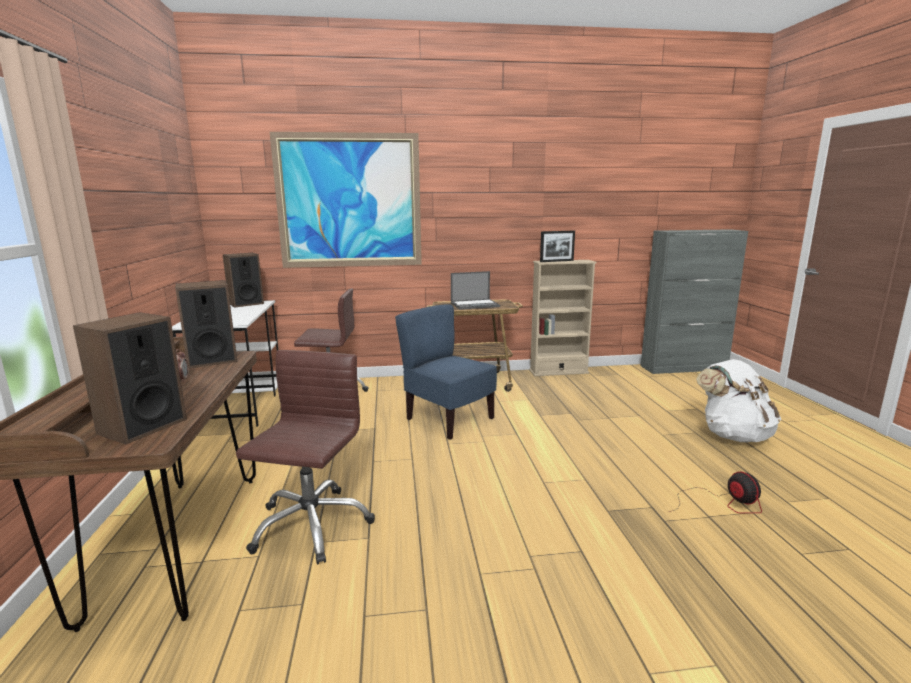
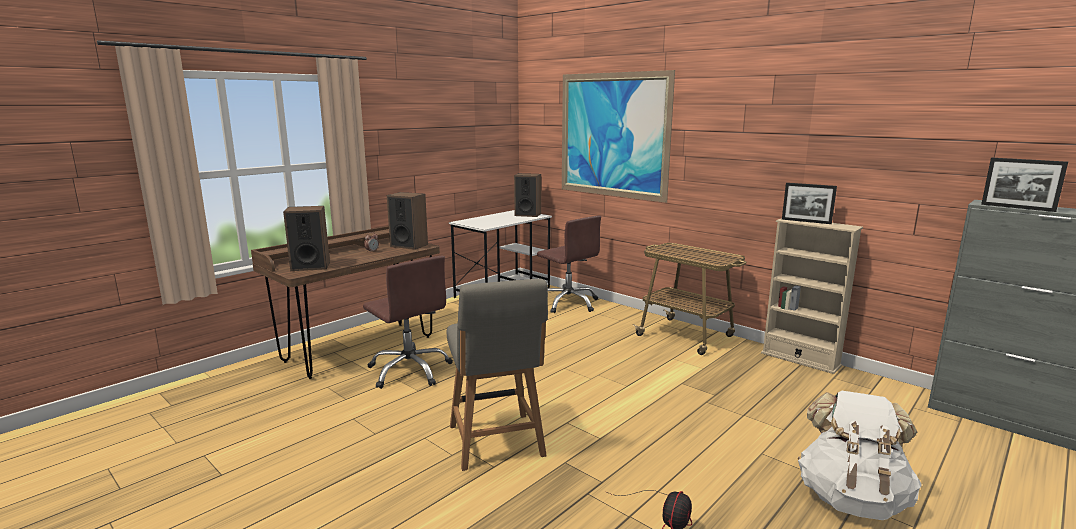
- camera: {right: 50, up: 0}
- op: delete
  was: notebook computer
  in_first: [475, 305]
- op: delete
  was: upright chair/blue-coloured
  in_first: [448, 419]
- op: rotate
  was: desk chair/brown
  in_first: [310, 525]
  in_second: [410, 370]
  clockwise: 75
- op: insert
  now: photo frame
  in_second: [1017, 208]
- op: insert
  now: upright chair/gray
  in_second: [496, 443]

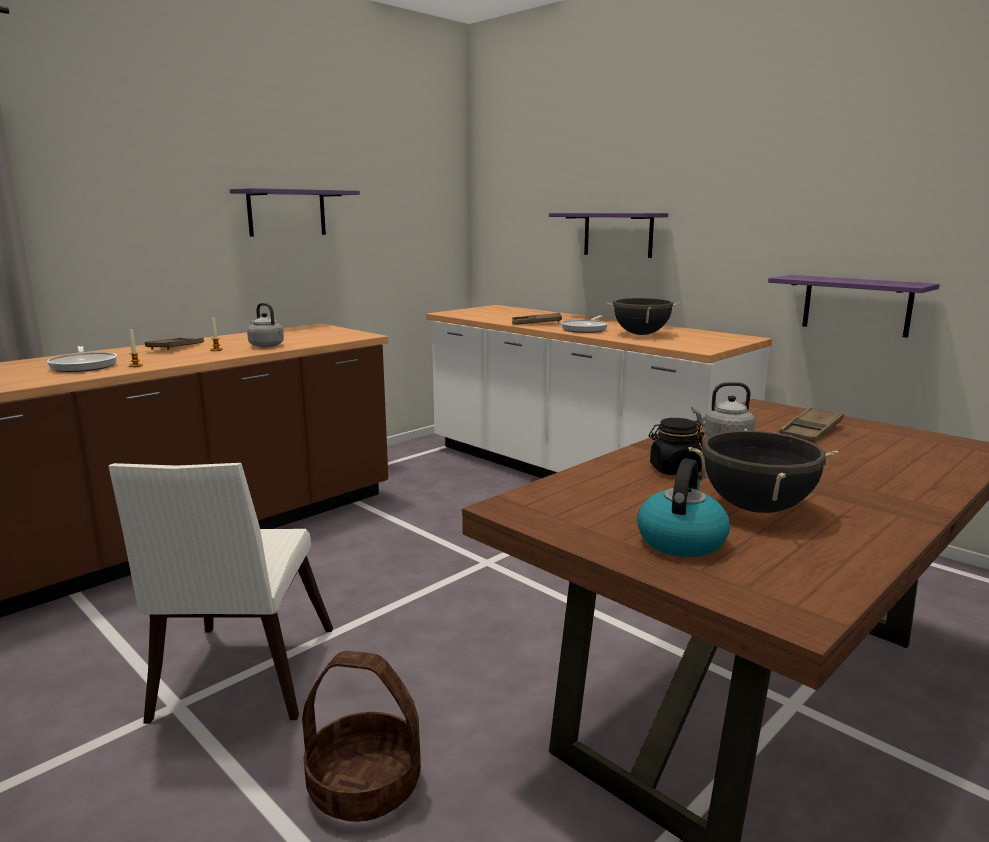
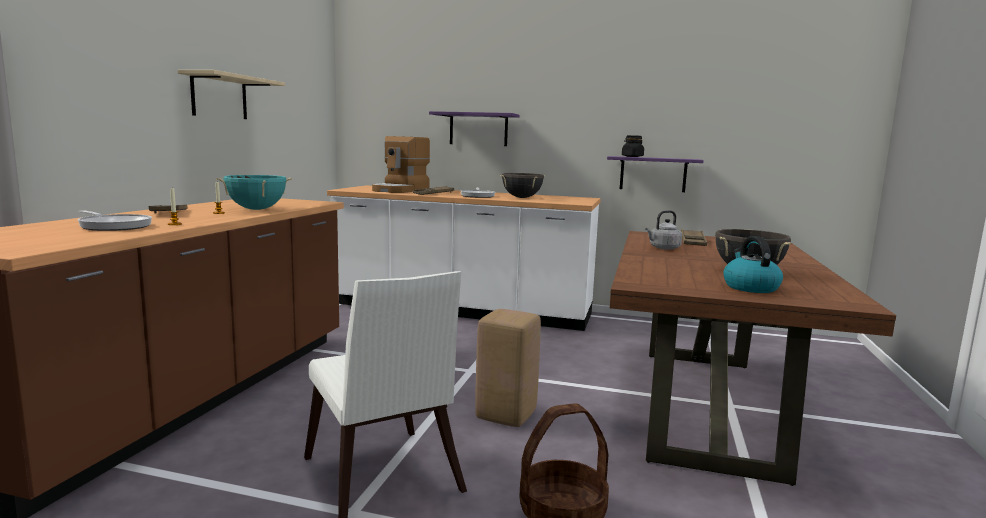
- camera: {right: -30, up: -5}
- op: recolor
  was: wall shelf/purple
  now: wall shelf/sand-coloured
  in_first: [287, 213]
  in_second: [219, 97]
- op: replace
  was: tea kettle/gray
  now: saucepot/blue-green
  in_first: [265, 345]
  in_second: [256, 209]
- op: move
  was: preserve jar/black-coloured
  in_first: [674, 470]
  in_second: [632, 156]
- op: insert
  now: coffee brewer
  in_second: [401, 190]
- op: insert
  now: stool/sand-coloured
  in_second: [505, 415]

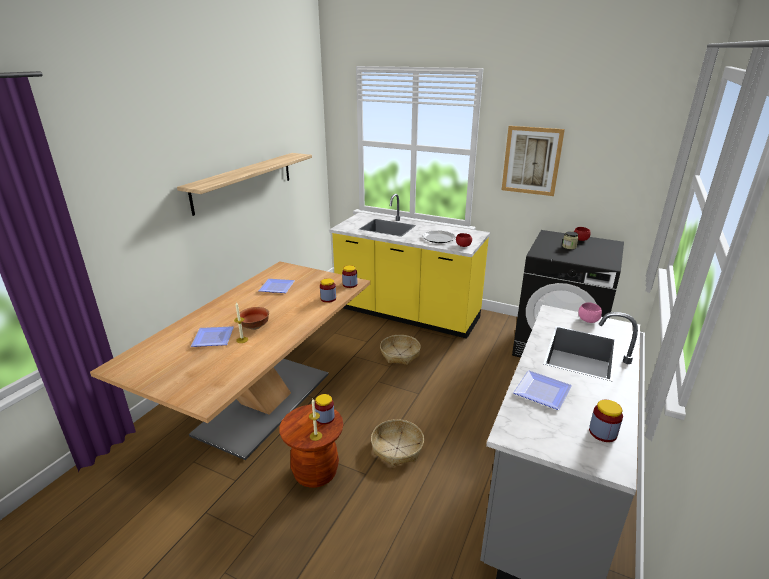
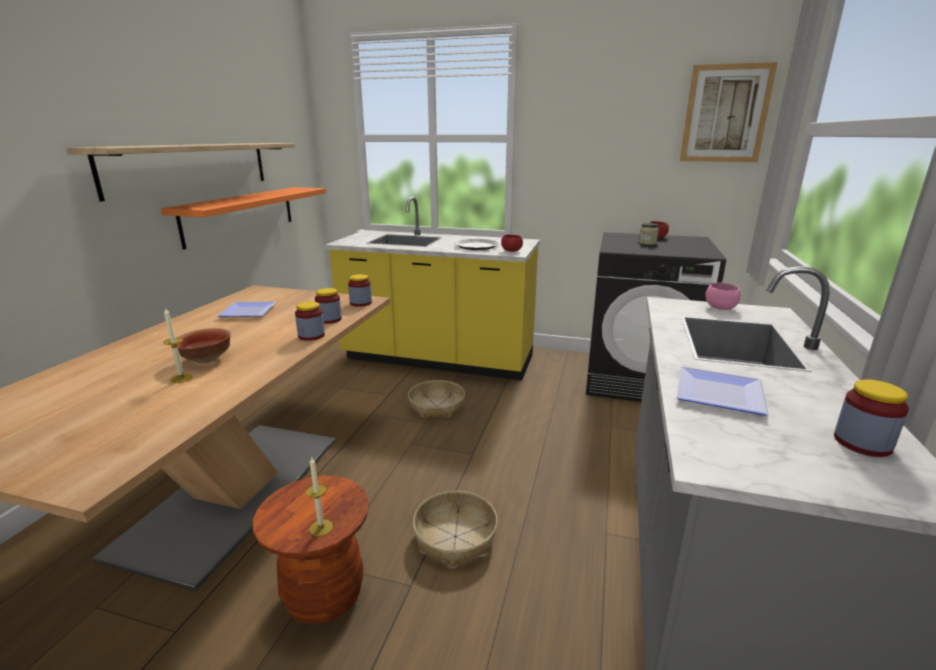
- camera: {right: -10, up: -5}
- op: move
  was: wall picture
  in_first: [531, 160]
  in_second: [725, 114]
- op: delete
  was: flat dish
  in_first: [215, 337]
- op: move
  was: preserve jar
  in_first: [325, 418]
  in_second: [311, 336]
- op: insert
  now: wall shelf/orange
  in_second: [241, 215]

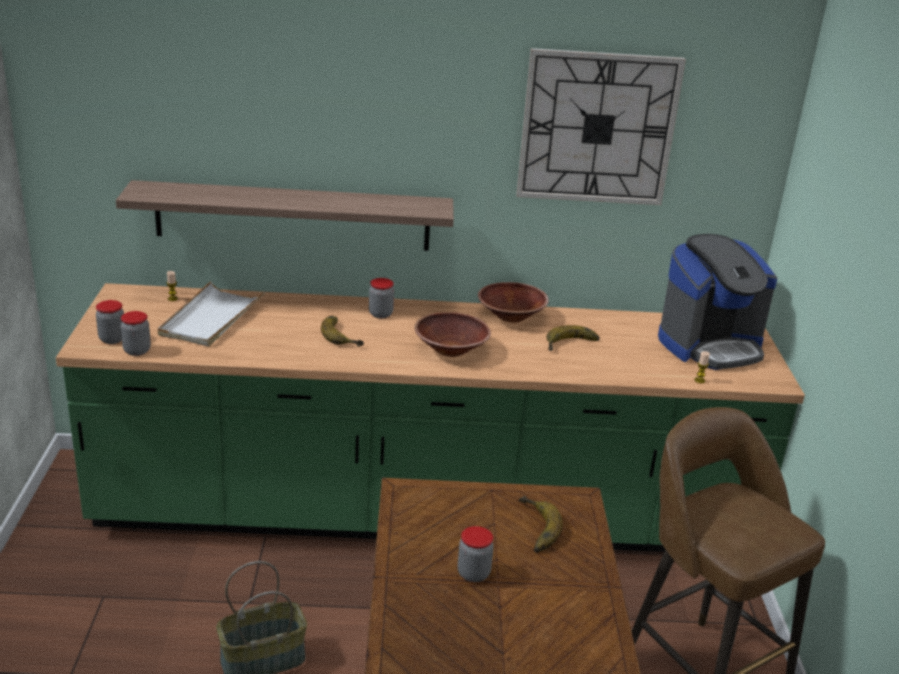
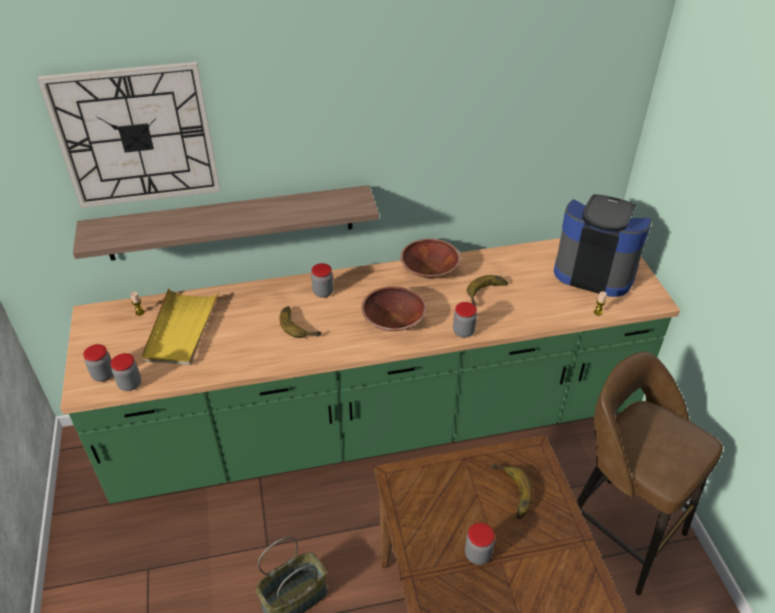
- camera: {right: -10, up: 15}
- op: move
  was: wall clock
  in_first: [597, 128]
  in_second: [136, 136]
- op: rotate
  was: coffee brewer
  in_first: [710, 345]
  in_second: [594, 270]
  clockwise: -120
- op: recolor
  was: serving tray/whitish
  now: serving tray/yellowish
  in_first: [211, 318]
  in_second: [181, 329]
- op: insert
  now: preserve jar
  in_second: [463, 331]

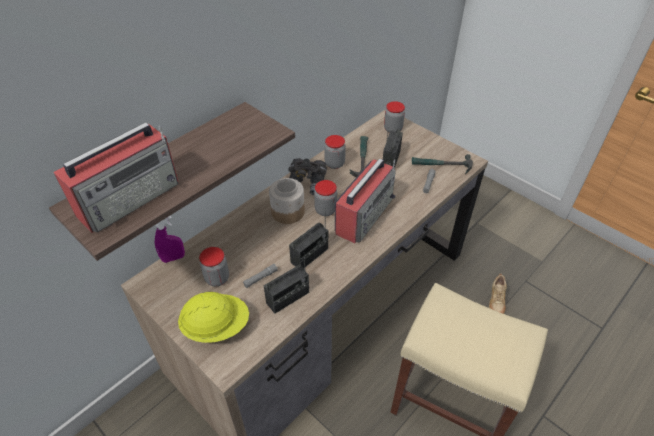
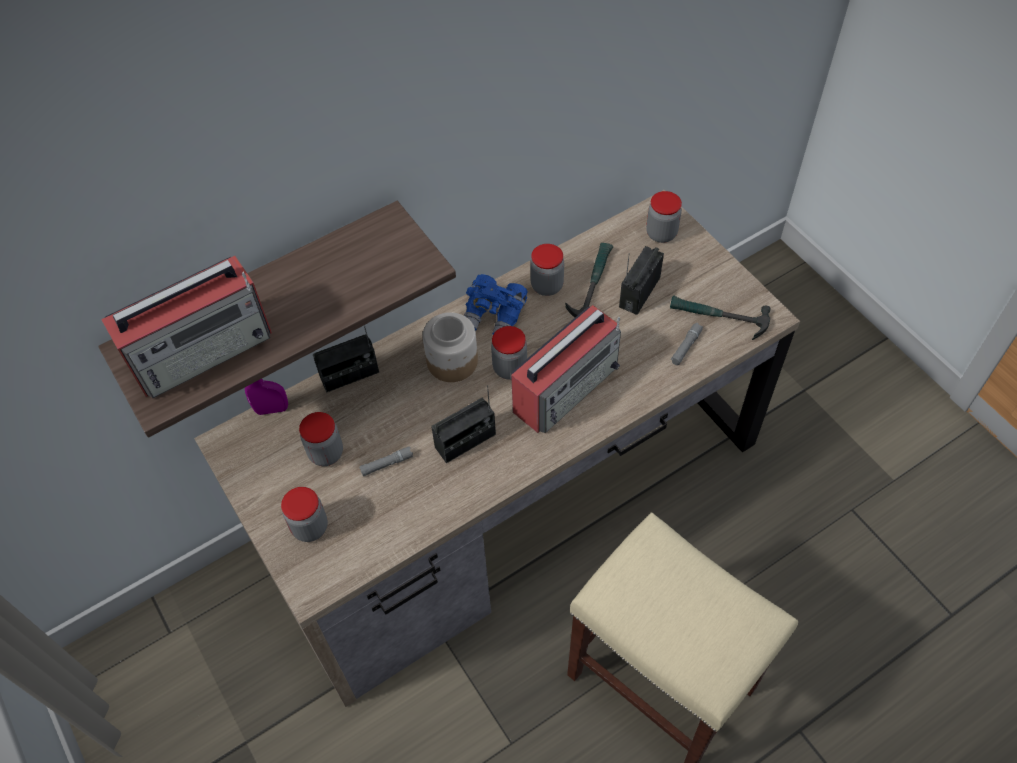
- camera: {right: 15, up: 10}
- op: recolor
  was: pair of binoculars/gray
  now: pair of binoculars/blue-coloured
  in_first: [307, 183]
  in_second: [495, 316]
- op: move
  was: radio set
  in_first: [288, 298]
  in_second: [349, 375]
- op: delete
  was: item of footwear/sand-coloured
  in_first: [495, 303]
- op: replace
  was: safety helmet/yellowish
  now: preserve jar
  in_first: [216, 327]
  in_second: [310, 527]

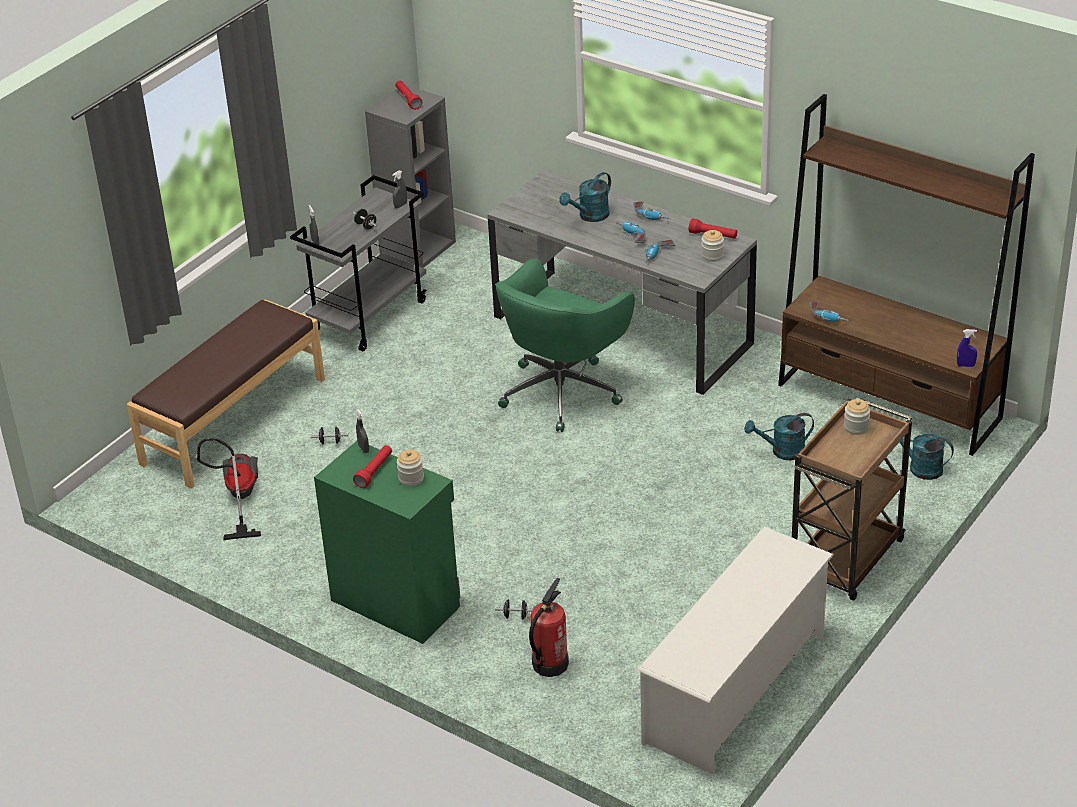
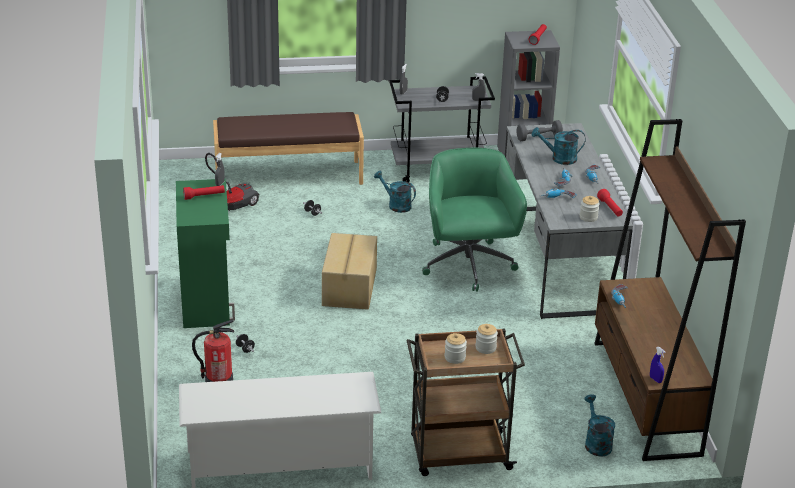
- camera: {right: 45, up: -5}
- op: rotate
  was: desk chair/green-coloured
  in_first: [563, 391]
  in_second: [468, 266]
  clockwise: 90
- op: move
  was: sprinkling can/blue-green
  in_first: [782, 451]
  in_second: [396, 205]
- op: move
  was: preserve jar
  in_first: [411, 478]
  in_second: [455, 357]
- op: insert
  now: hand weight/gray
  in_second: [538, 138]
- op: insert
  now: cardboard box
  in_second: [348, 287]

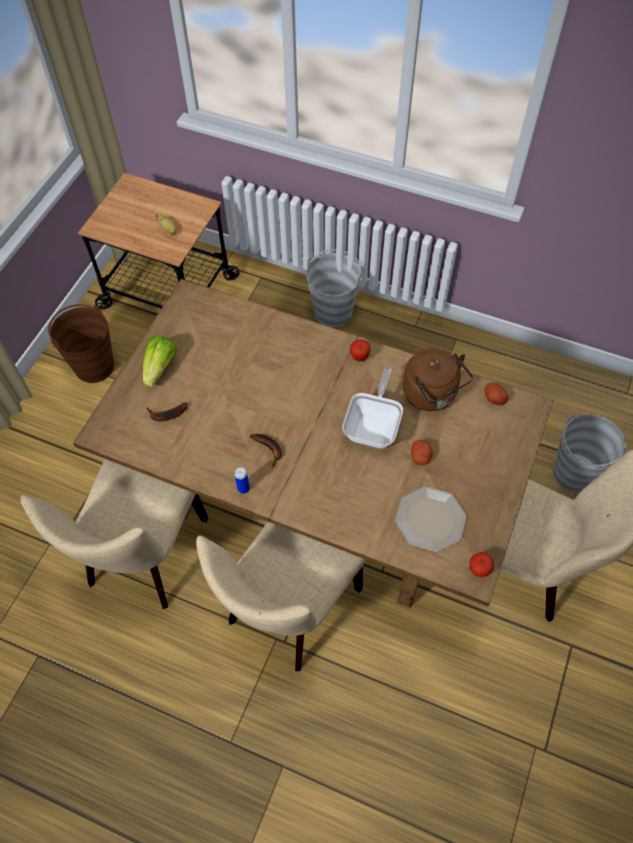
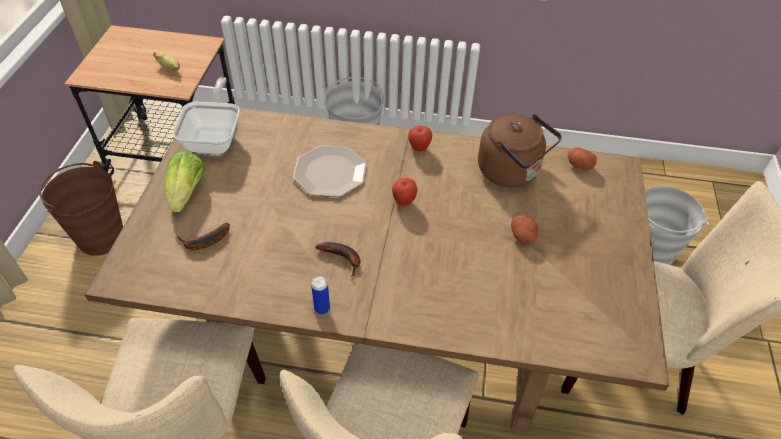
- camera: {right: -15, up: -10}
- op: move
  was: pan
  in_first: [374, 426]
  in_second: [214, 138]
- op: move
  was: flat dish
  in_first: [430, 519]
  in_second: [330, 171]
- op: move
  was: whole apple
  in_first: [478, 570]
  in_second: [404, 202]

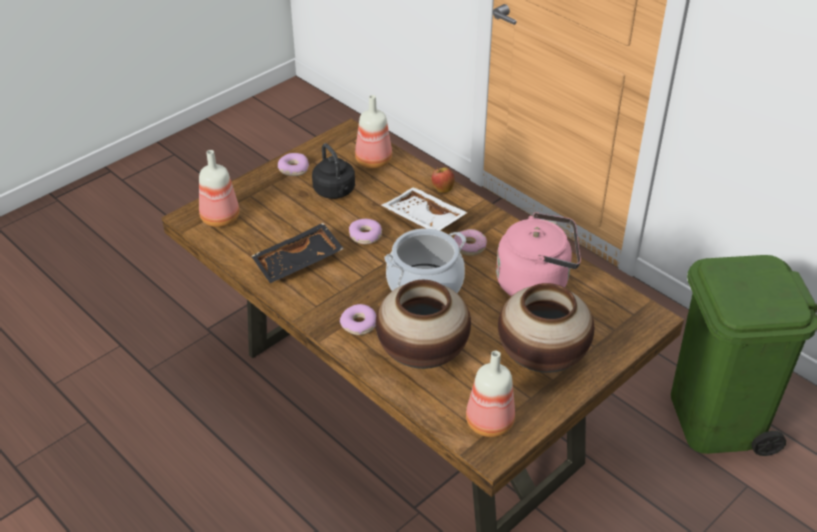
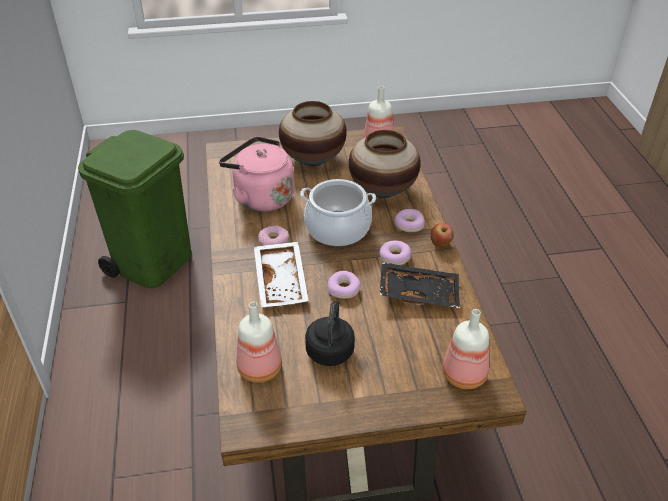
- camera: {right: -145, up: 0}
- op: move
  was: ring doughnut
  in_first: [293, 169]
  in_second: [395, 257]
- op: move
  was: whole apple
  in_first: [442, 189]
  in_second: [440, 244]

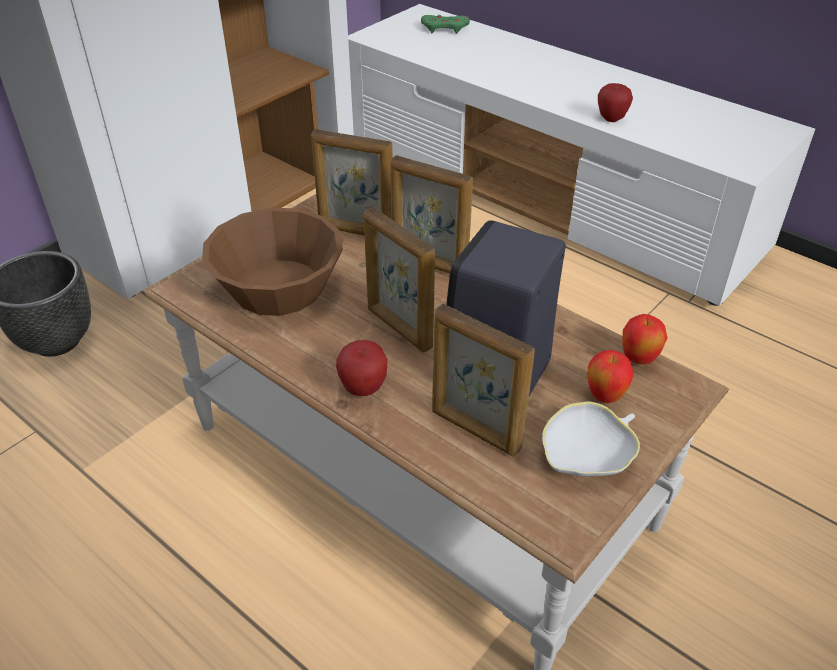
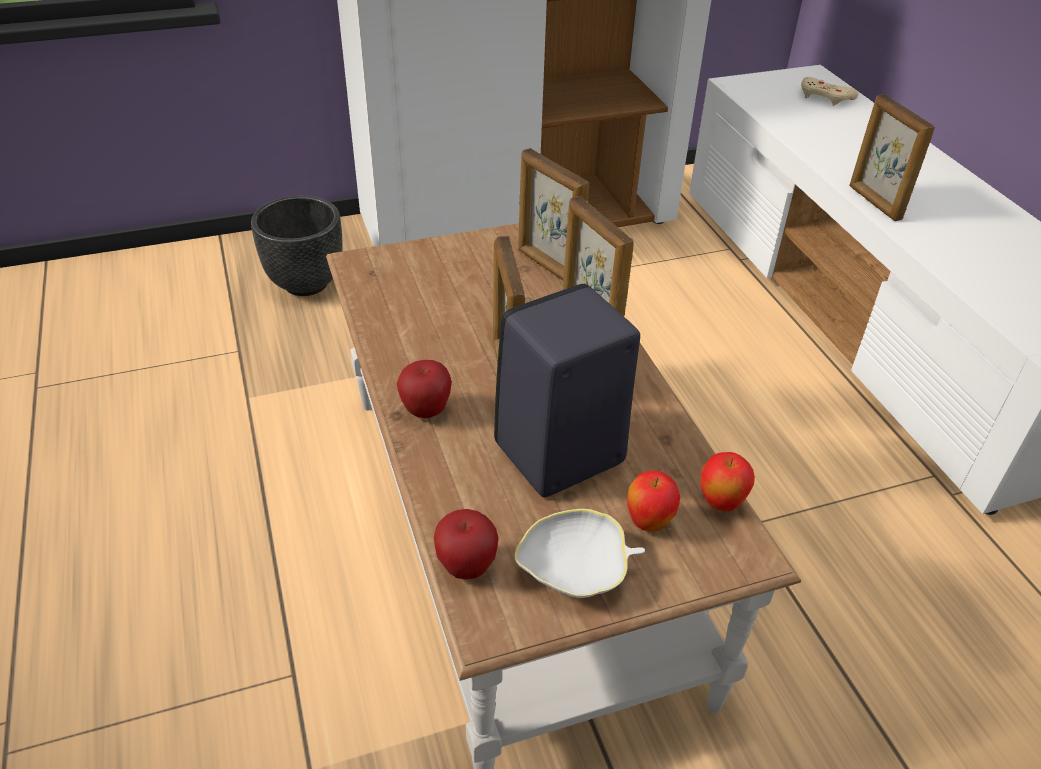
- camera: {right: 30, up: 0}
- op: recolor
  was: game controller/green-coloured
  now: game controller/sand-coloured
  in_first: [445, 28]
  in_second: [825, 97]
- op: move
  was: whole apple
  in_first: [611, 119]
  in_second: [466, 566]
- op: delete
  was: bowl/brown
  in_first: [277, 286]
- op: move
  was: photo frame
  in_first: [475, 430]
  in_second: [874, 203]

